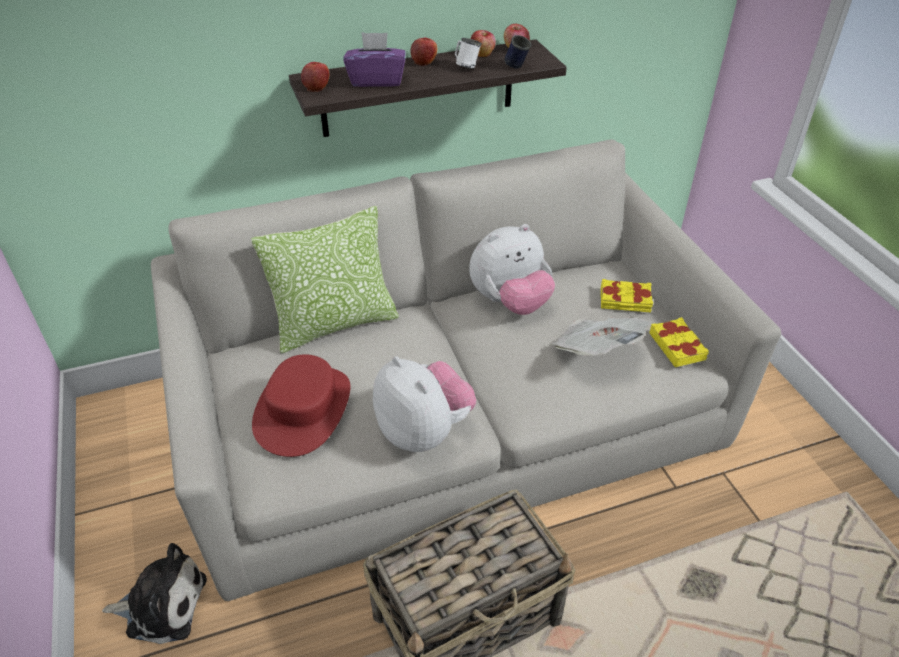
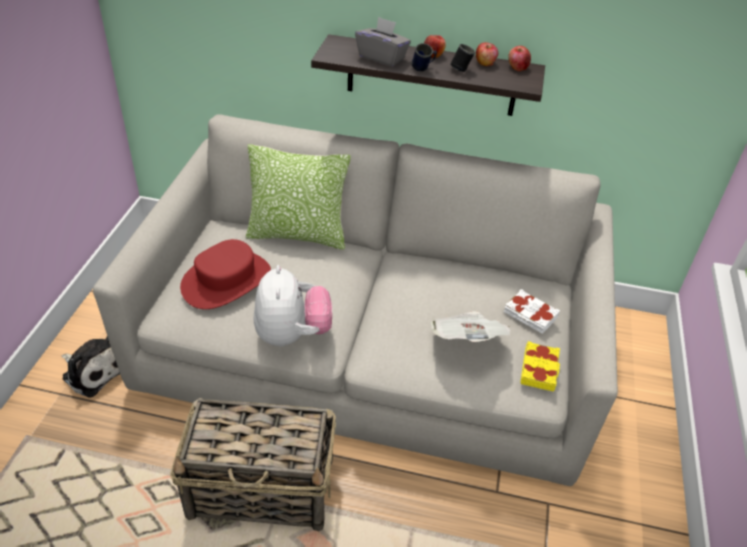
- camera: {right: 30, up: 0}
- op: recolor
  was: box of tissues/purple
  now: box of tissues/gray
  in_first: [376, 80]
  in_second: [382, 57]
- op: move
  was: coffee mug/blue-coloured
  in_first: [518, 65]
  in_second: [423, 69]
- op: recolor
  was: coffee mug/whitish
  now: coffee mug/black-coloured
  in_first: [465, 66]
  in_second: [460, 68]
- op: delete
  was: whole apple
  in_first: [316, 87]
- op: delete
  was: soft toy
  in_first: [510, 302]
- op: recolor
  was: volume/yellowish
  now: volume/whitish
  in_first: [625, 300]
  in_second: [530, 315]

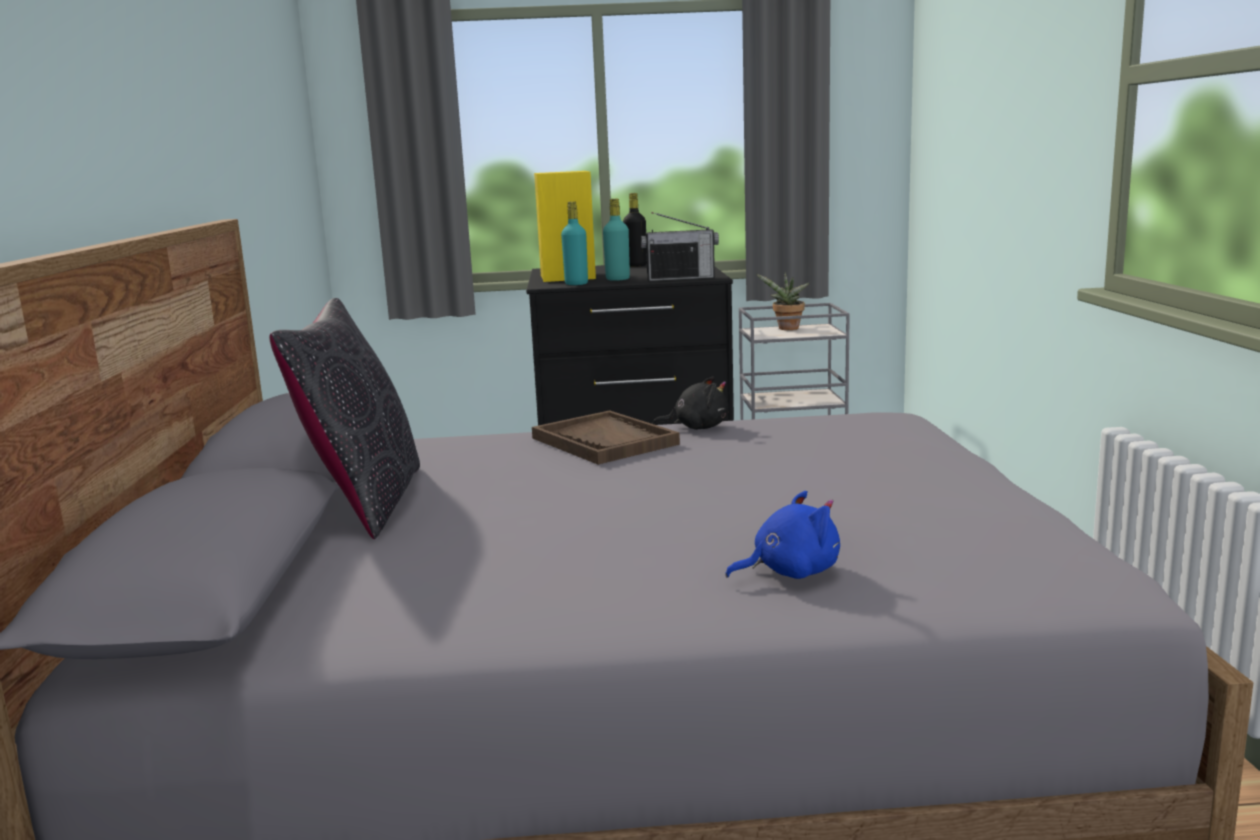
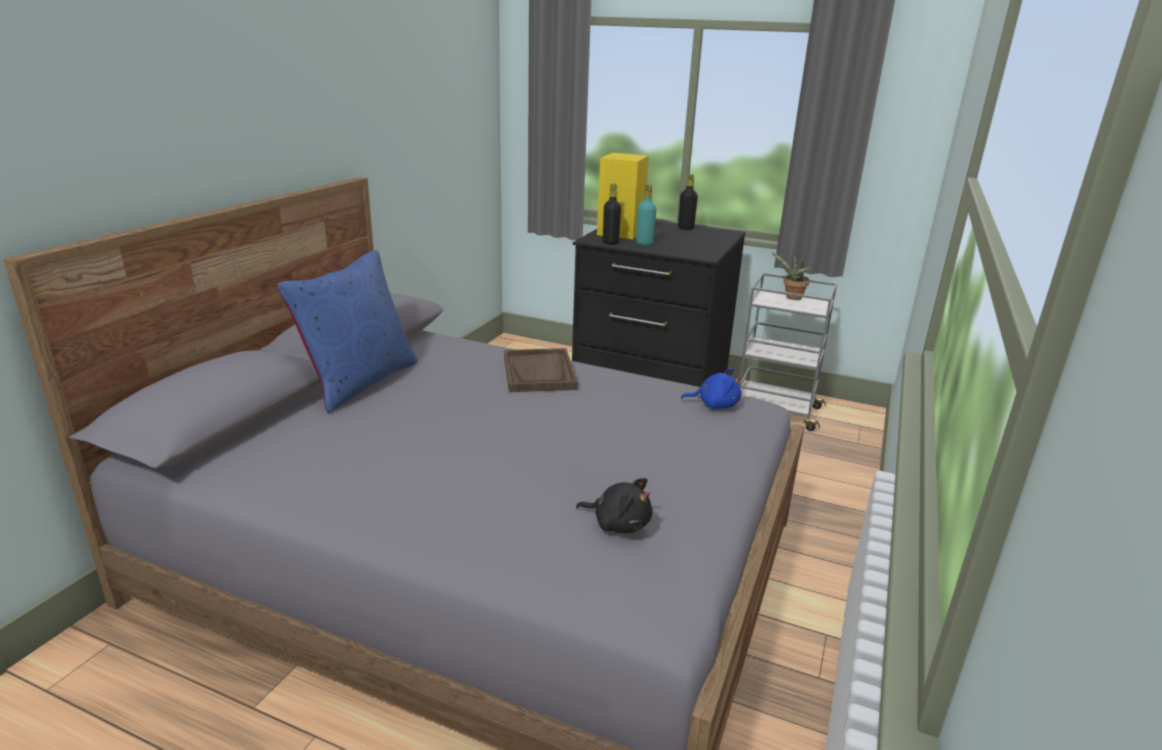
- camera: {right: 25, up: 10}
- op: recolor
  was: beverage bottle/blue-green
  now: beverage bottle/black-coloured
  in_first: [576, 284]
  in_second: [610, 243]
- op: delete
  was: radio set
  in_first: [680, 279]
- op: recolor
  was: throw pillow/black-coloured
  now: throw pillow/blue-coloured
  in_first: [364, 502]
  in_second: [359, 382]
- op: move
  was: soft toy/black-coloured
  in_first: [697, 428]
  in_second: [618, 524]
- op: move
  was: soft toy/blue-coloured
  in_first: [790, 572]
  in_second: [715, 405]

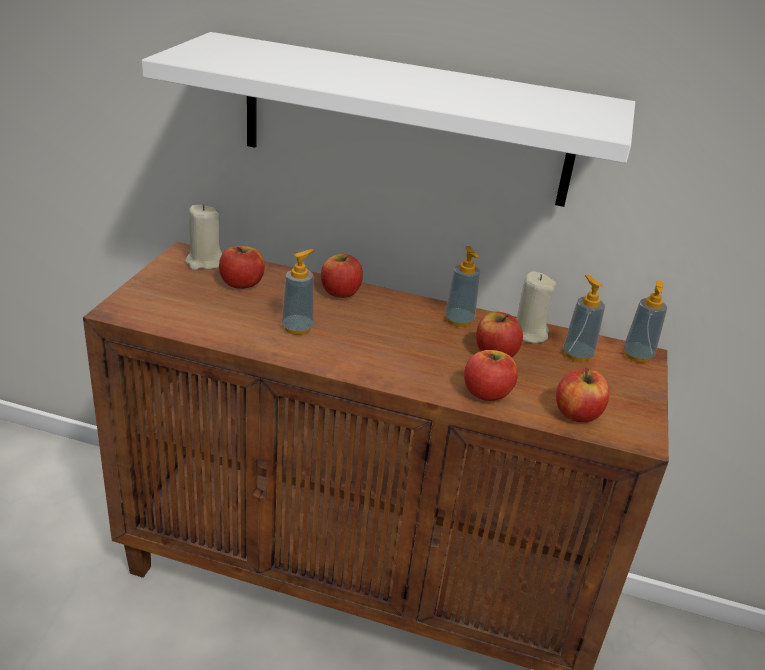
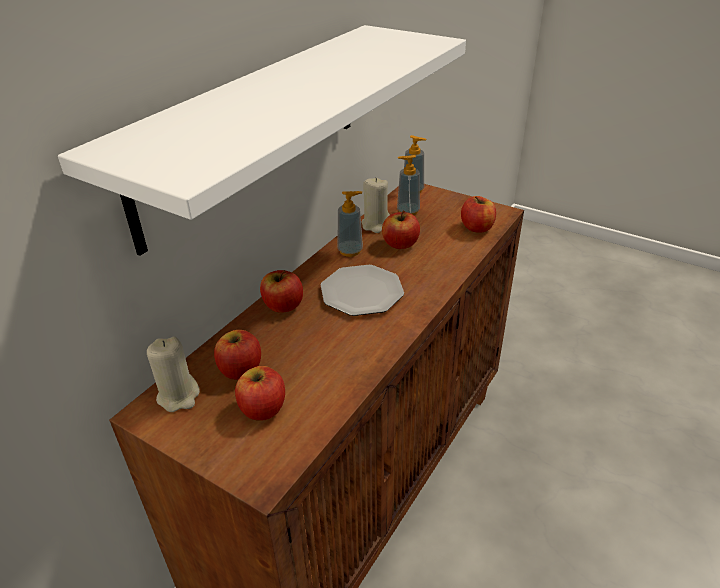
- camera: {right: -70, up: 5}
- op: delete
  was: liquid soap bottle
  in_first: [297, 328]
- op: move
  was: whole apple
  in_first: [486, 393]
  in_second: [263, 408]
- op: insert
  now: flat dish
  in_second: [362, 292]

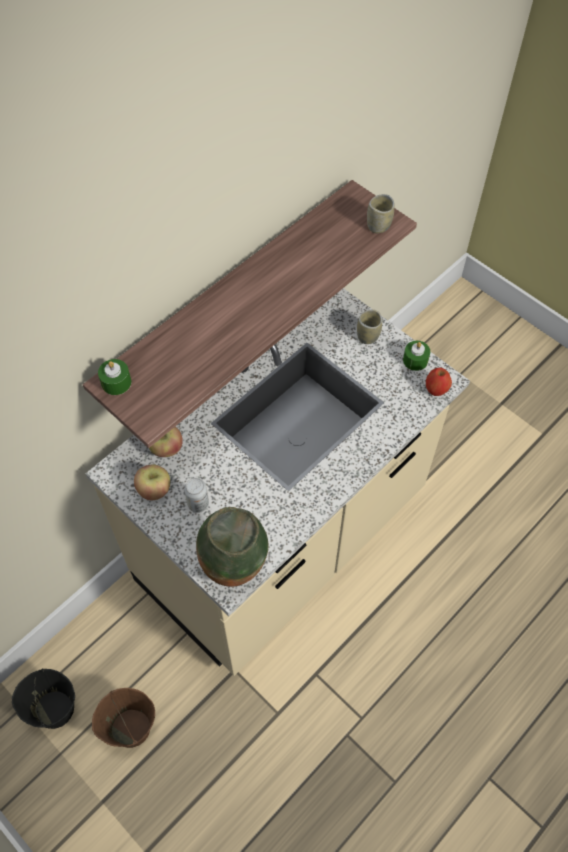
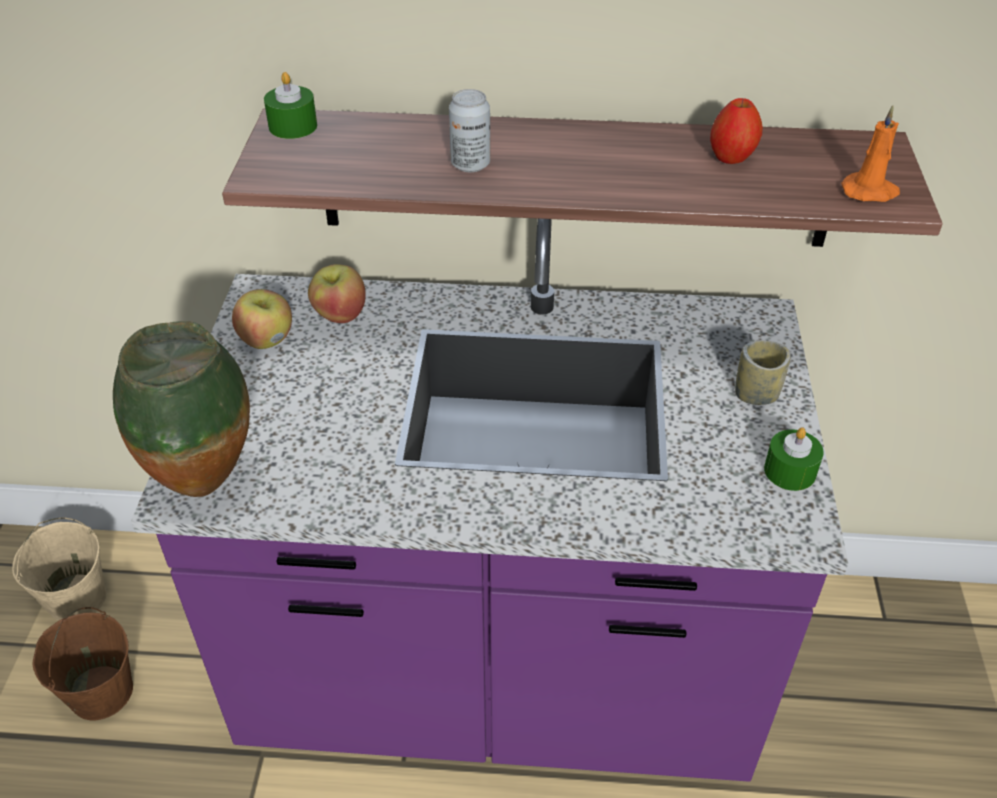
- camera: {right: 50, up: -15}
- op: replace
  was: cup
  now: wax candle/orange
  in_first: [378, 225]
  in_second: [870, 191]
- op: recolor
  was: kitchen base unit/sand-coloured
  now: kitchen base unit/purple
  in_first: [284, 539]
  in_second: [498, 674]
- op: move
  was: whole apple
  in_first: [436, 389]
  in_second: [731, 158]
- op: move
  was: can
  in_first: [198, 504]
  in_second: [470, 164]
- op: recolor
  was: bucket/black-coloured
  now: bucket/sand-coloured
  in_first: [54, 709]
  in_second: [76, 598]

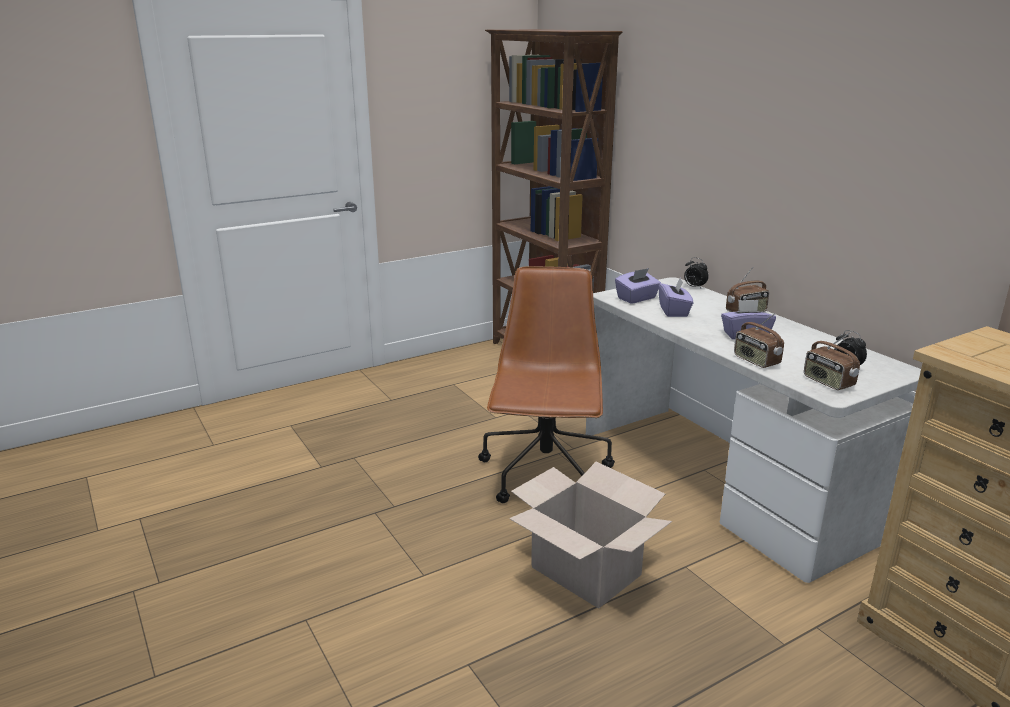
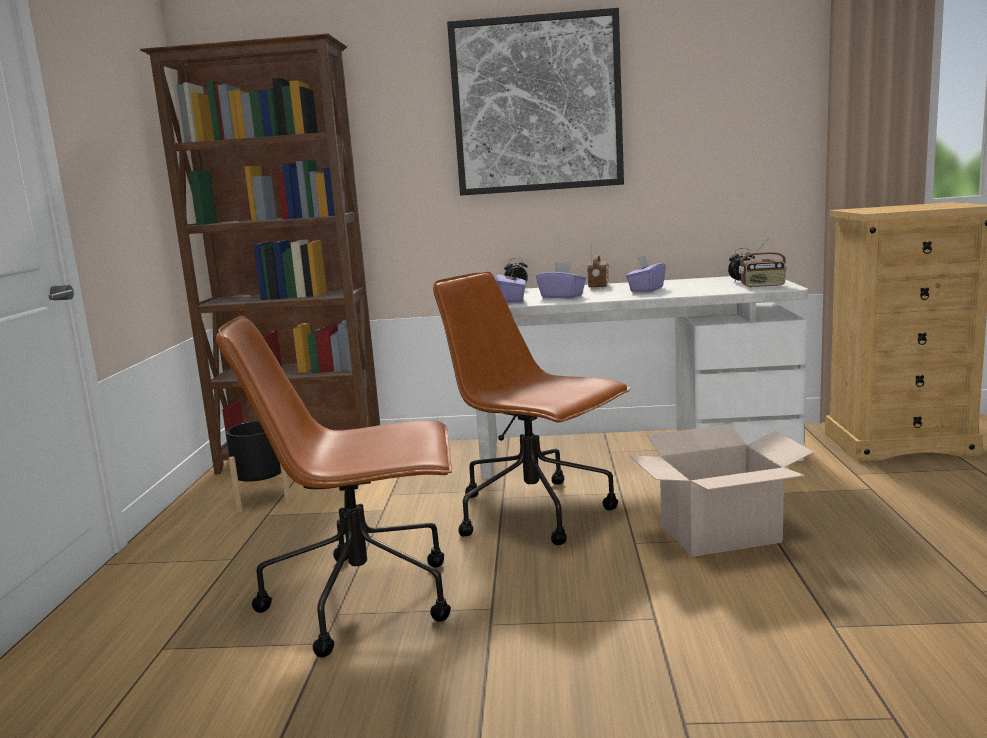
- camera: {right: -55, up: -10}
- op: delete
  was: radio set
  in_first: [756, 361]
- op: insert
  now: wall picture
  in_second: [537, 105]
- op: insert
  now: desk chair/brown
  in_second: [365, 598]
- op: insert
  now: flower pot/black-coloured
  in_second: [262, 498]

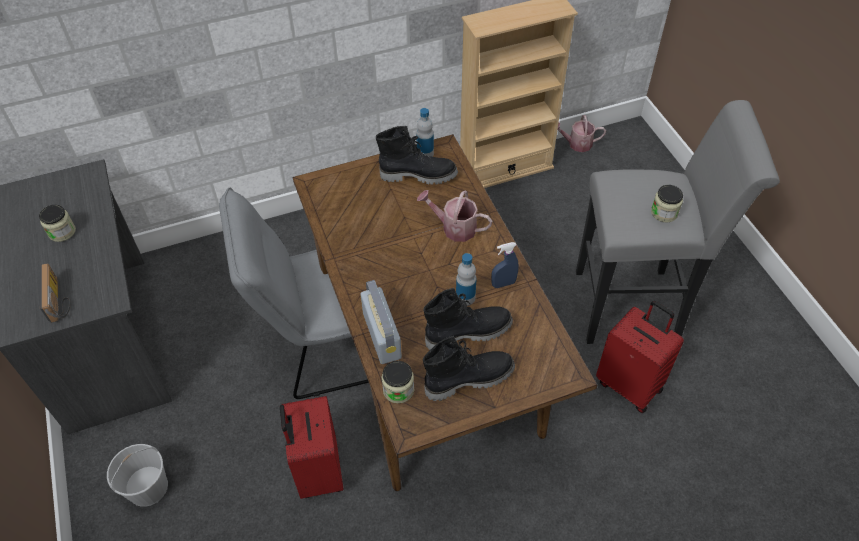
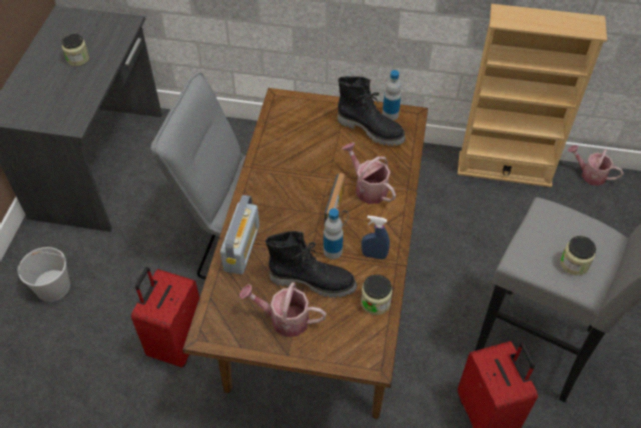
- camera: {right: 30, up: 0}
- op: move
  was: radio set
  in_first: [59, 300]
  in_second: [339, 210]
- op: replace
  was: boot/black-coloured
  now: sprinkling can
  in_first: [468, 378]
  in_second: [284, 319]
- op: move
  was: preserve jar
  in_first: [398, 390]
  in_second: [375, 302]

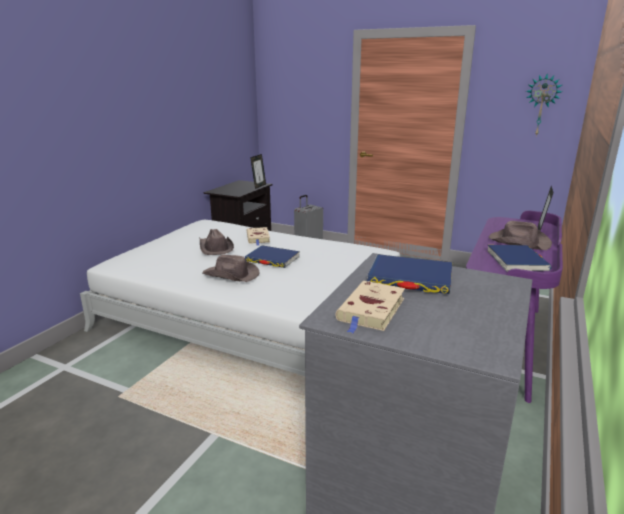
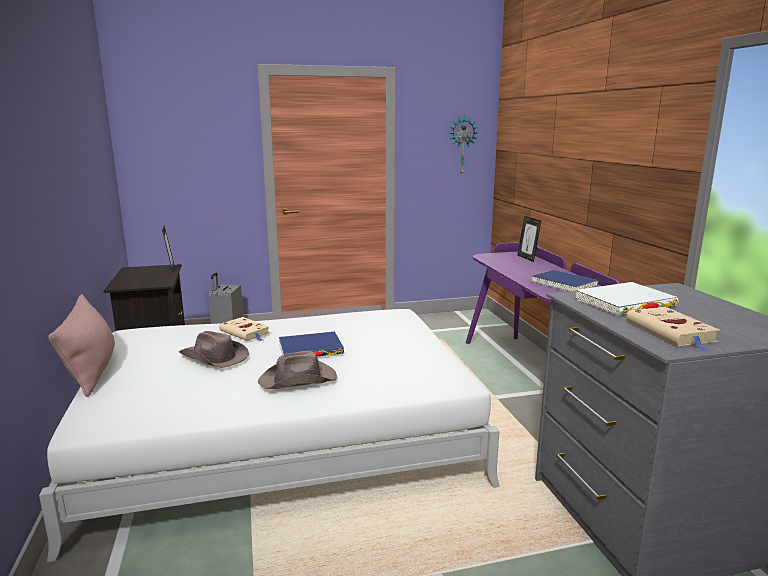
- camera: {right: -40, up: -5}
- op: delete
  was: wearable hat/brown
  in_first: [518, 241]
- op: recolor
  was: volume/blue-coloured
  now: volume/whitish
  in_first: [410, 278]
  in_second: [625, 303]
- op: insert
  now: throw pillow/pink-coloured
  in_second: [91, 370]

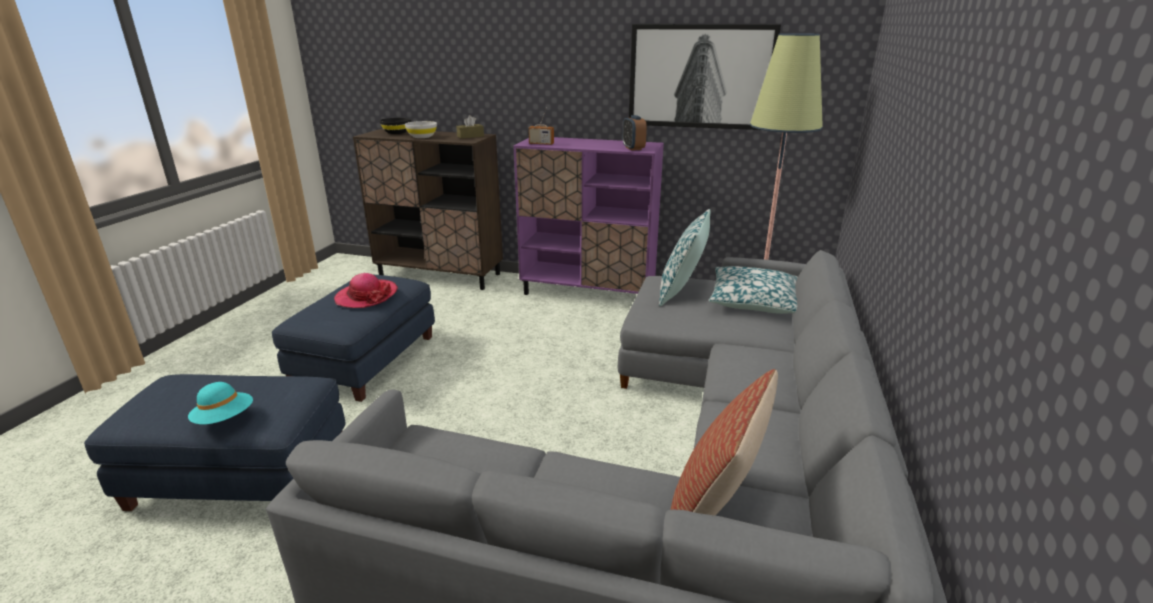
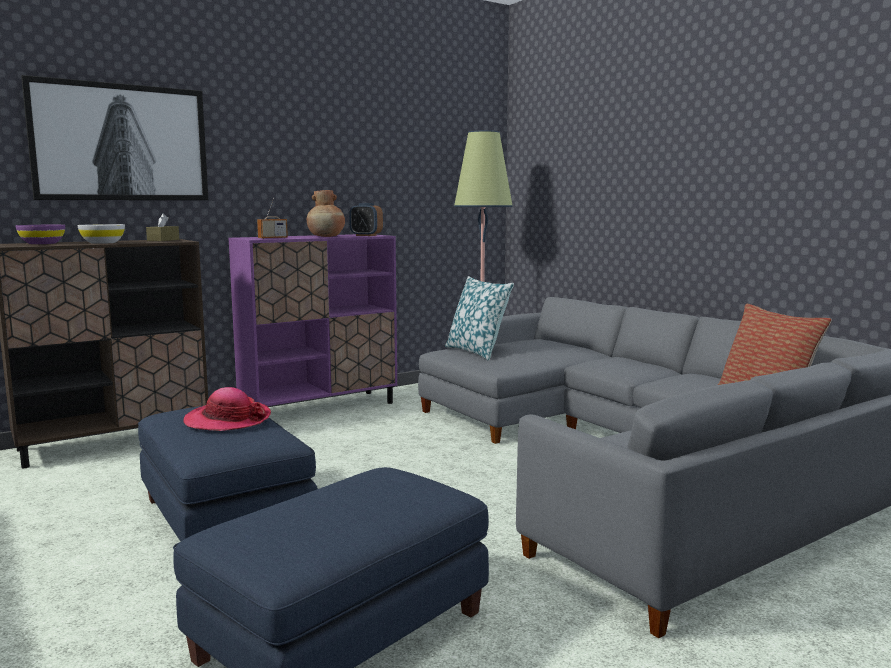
- camera: {right: -50, up: -15}
- op: move
  was: wall picture
  in_first: [700, 77]
  in_second: [121, 142]
- op: recolor
  was: bowl/black-coloured
  now: bowl/purple
  in_first: [397, 132]
  in_second: [42, 243]
- op: delete
  was: throw pillow
  in_first: [753, 301]
- op: delete
  was: wearable hat/blue-green
  in_first: [225, 419]
- op: insert
  now: vase/brown
  in_second: [326, 236]

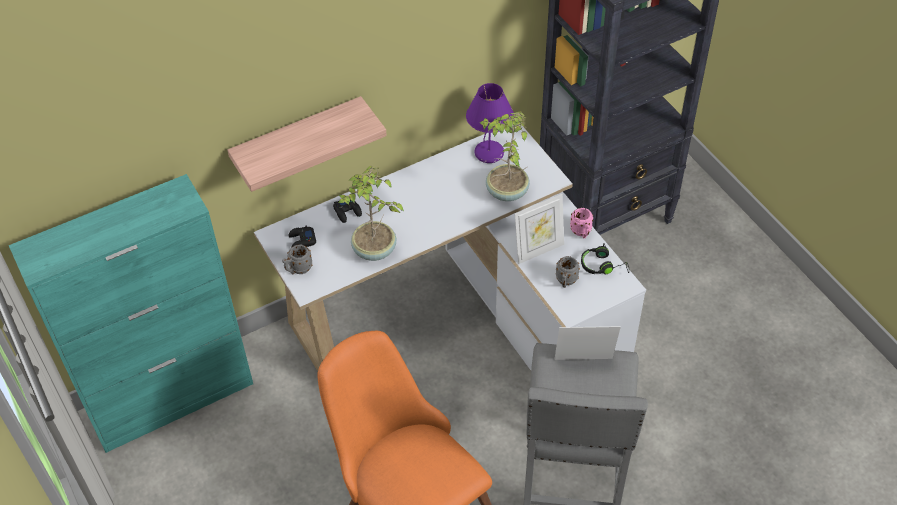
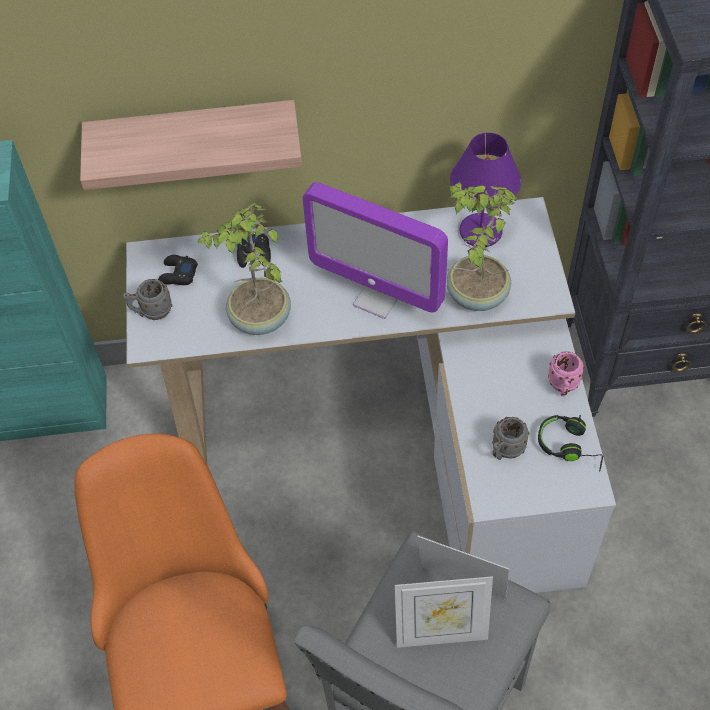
- camera: {right: 25, up: 5}
- op: move
  was: photo frame
  in_first: [538, 250]
  in_second: [441, 634]
- op: insert
  now: computer screen
  in_second: [378, 298]

